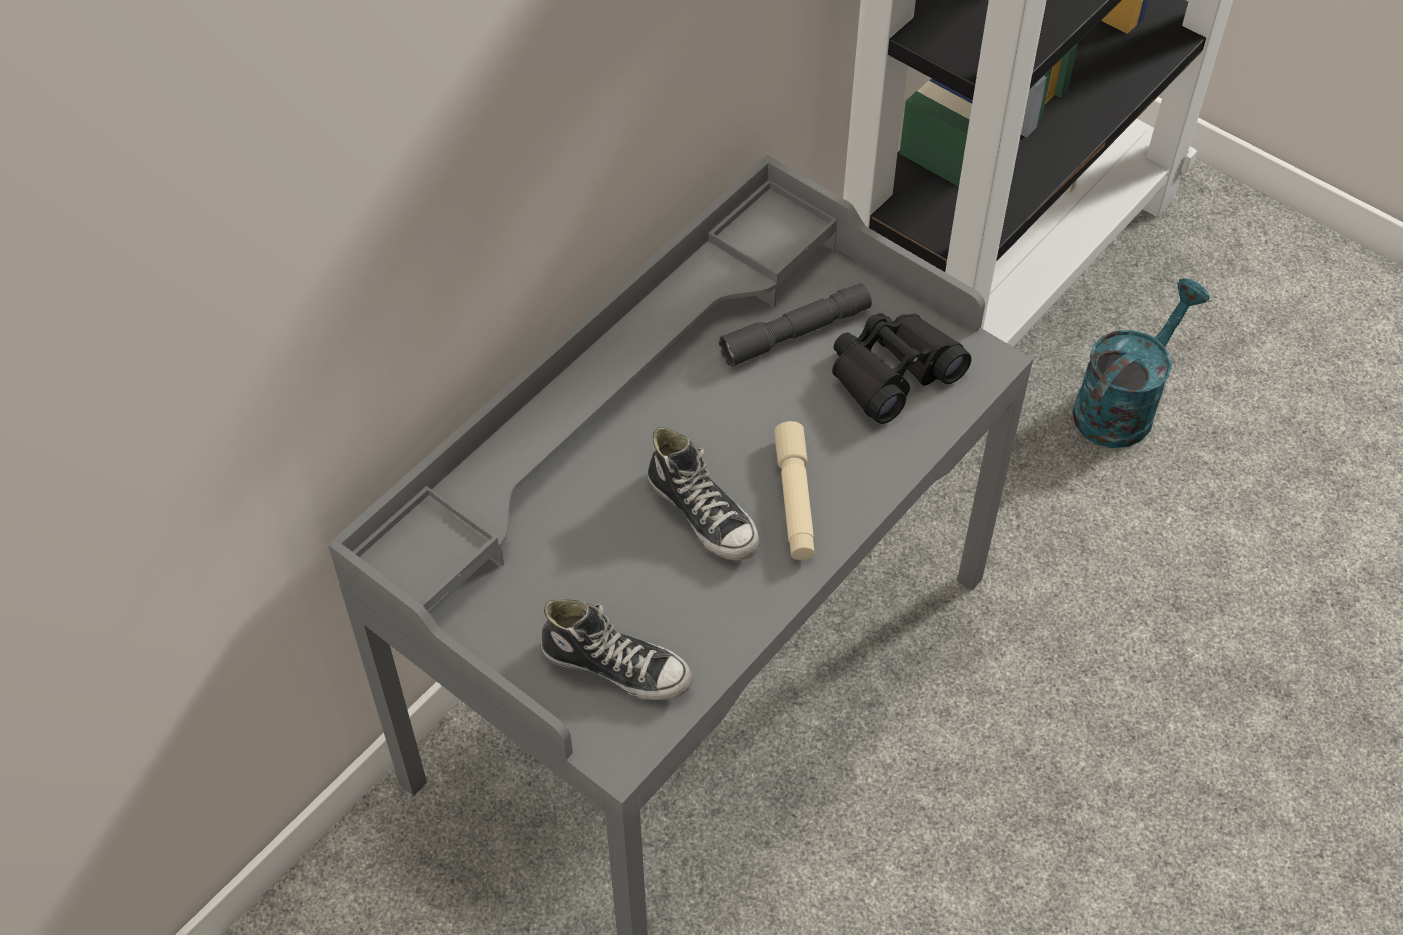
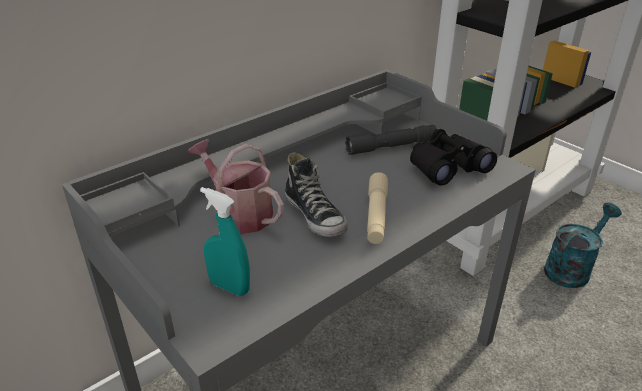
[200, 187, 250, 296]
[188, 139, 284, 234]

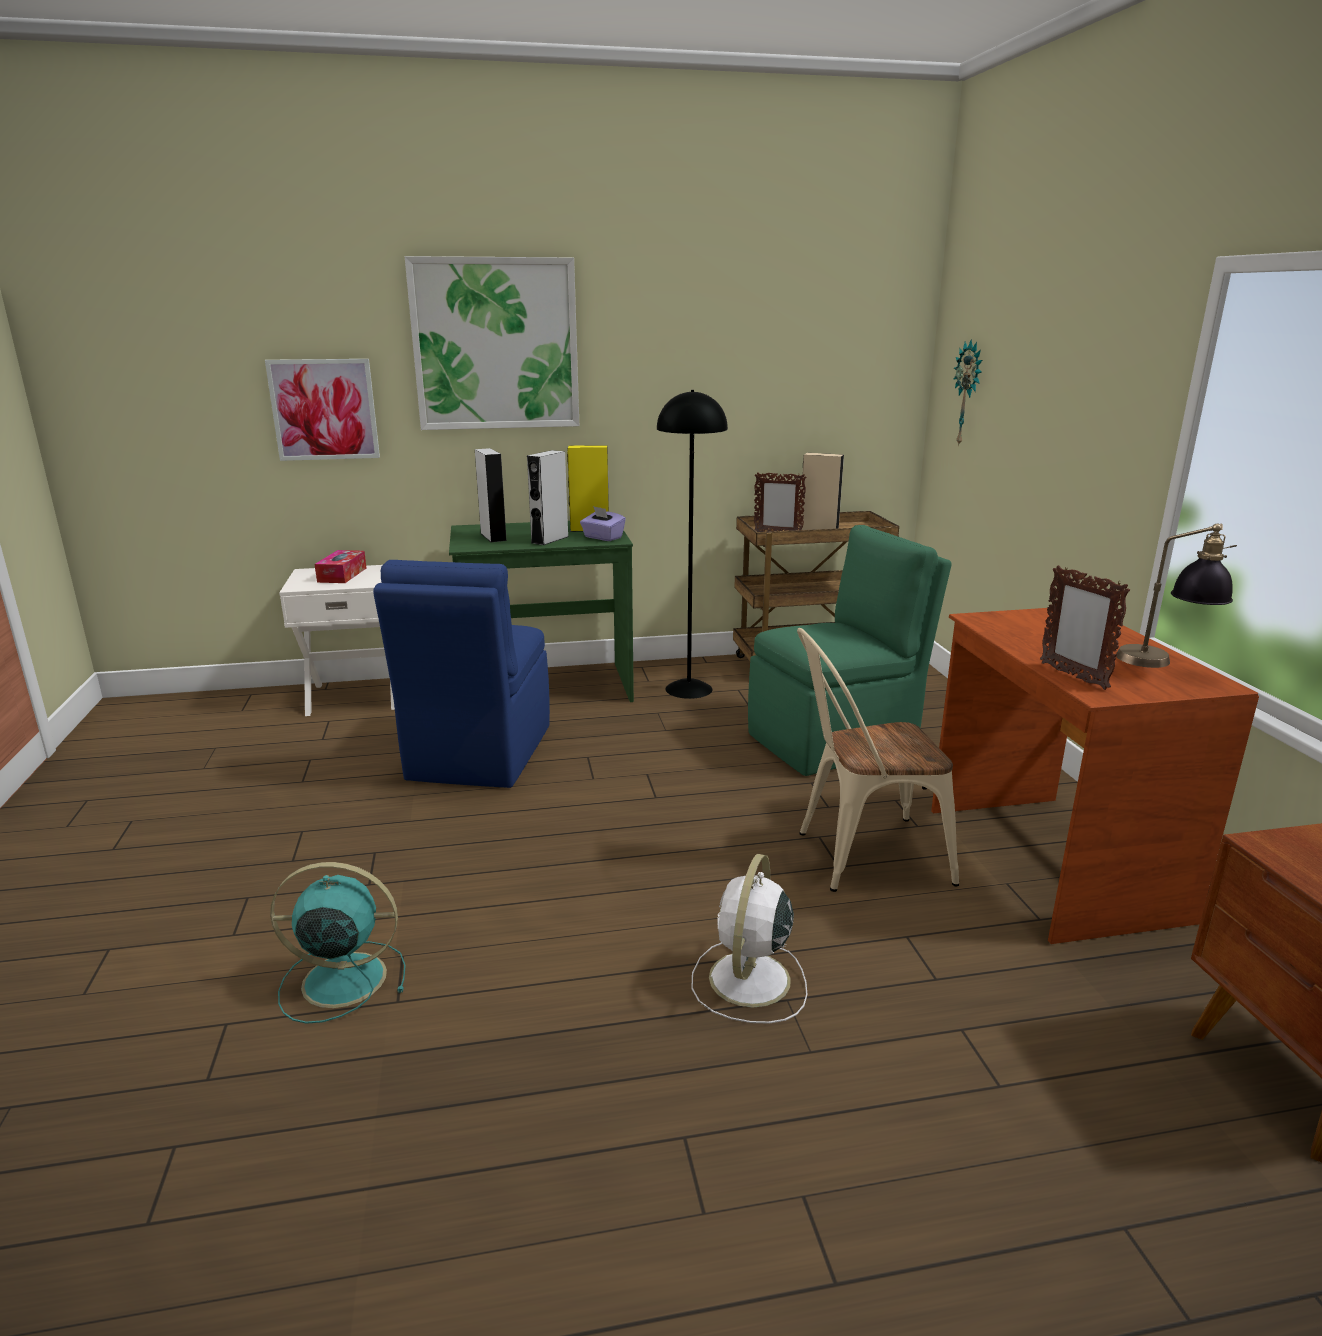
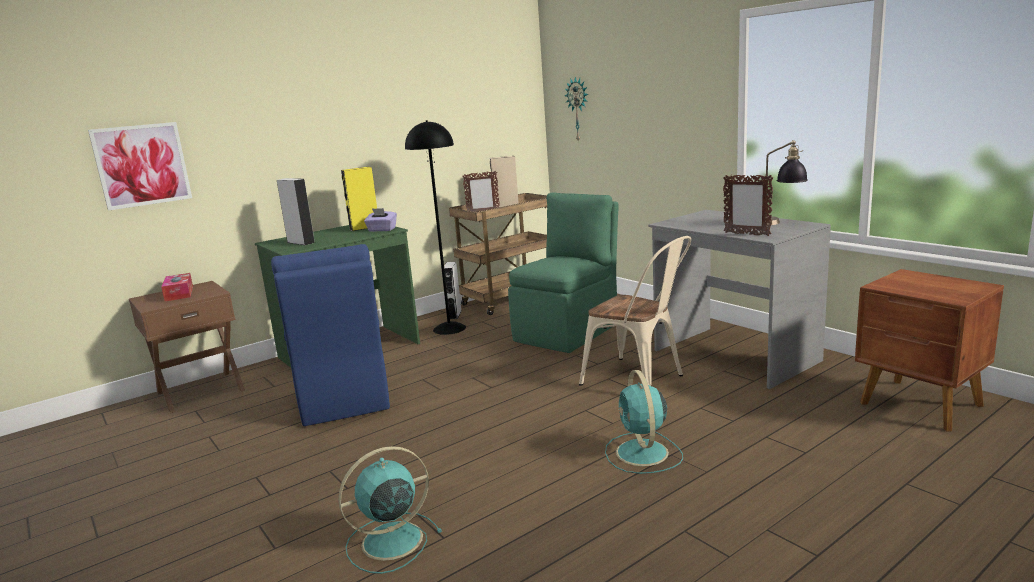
[129, 281, 245, 413]
[405, 256, 579, 430] (first image)
[444, 262, 461, 319]
[605, 370, 683, 474]
[579, 236, 691, 386]
[648, 210, 831, 389]

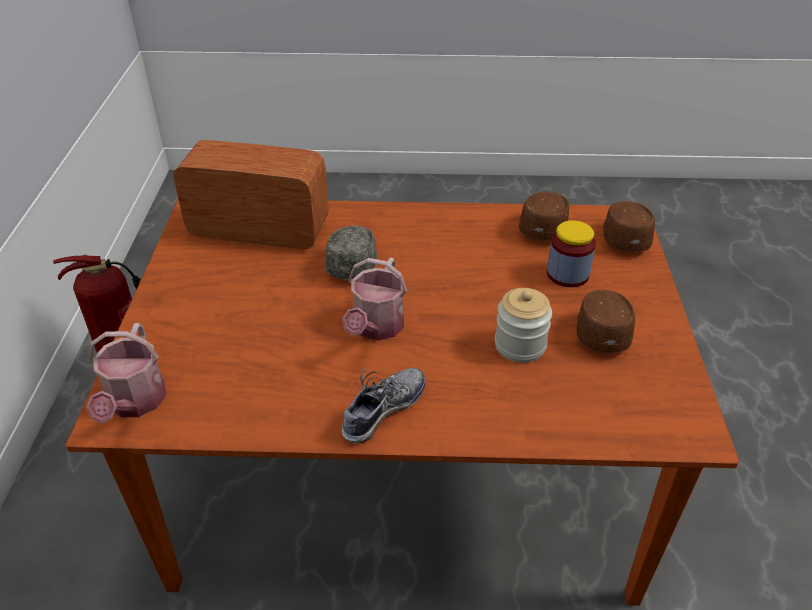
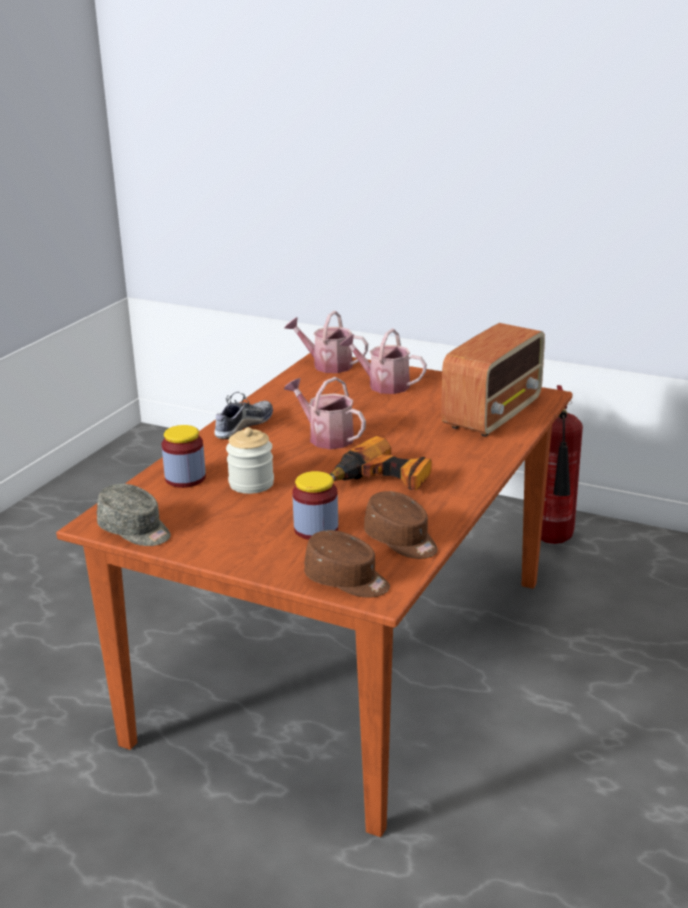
[97, 484, 171, 546]
[214, 392, 273, 439]
[577, 290, 635, 354] (first image)
[162, 425, 206, 488]
[330, 436, 432, 490]
[339, 329, 427, 394]

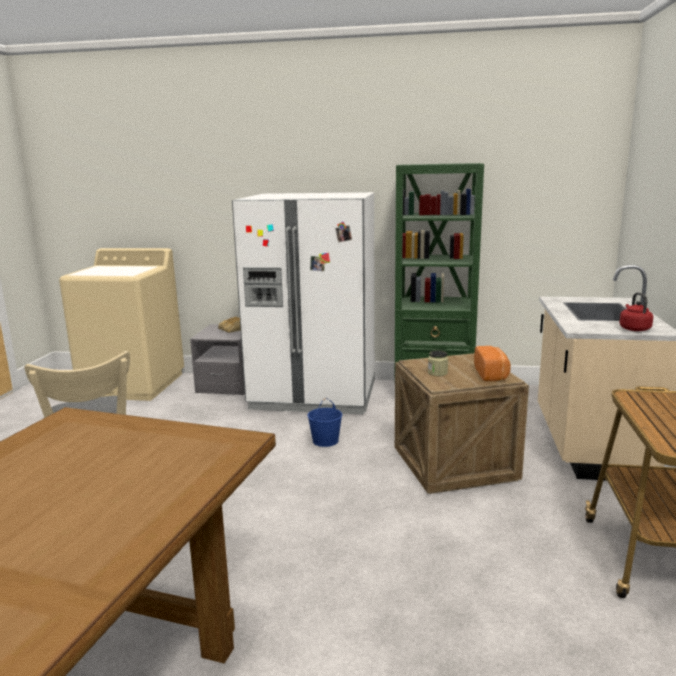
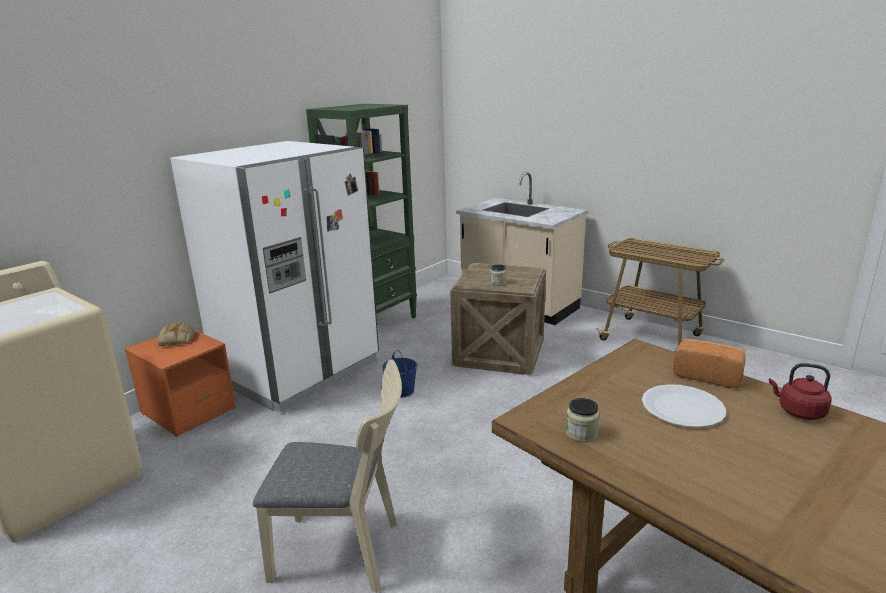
[125, 330, 236, 437]
[673, 339, 746, 388]
[769, 363, 832, 420]
[566, 398, 599, 442]
[642, 384, 726, 428]

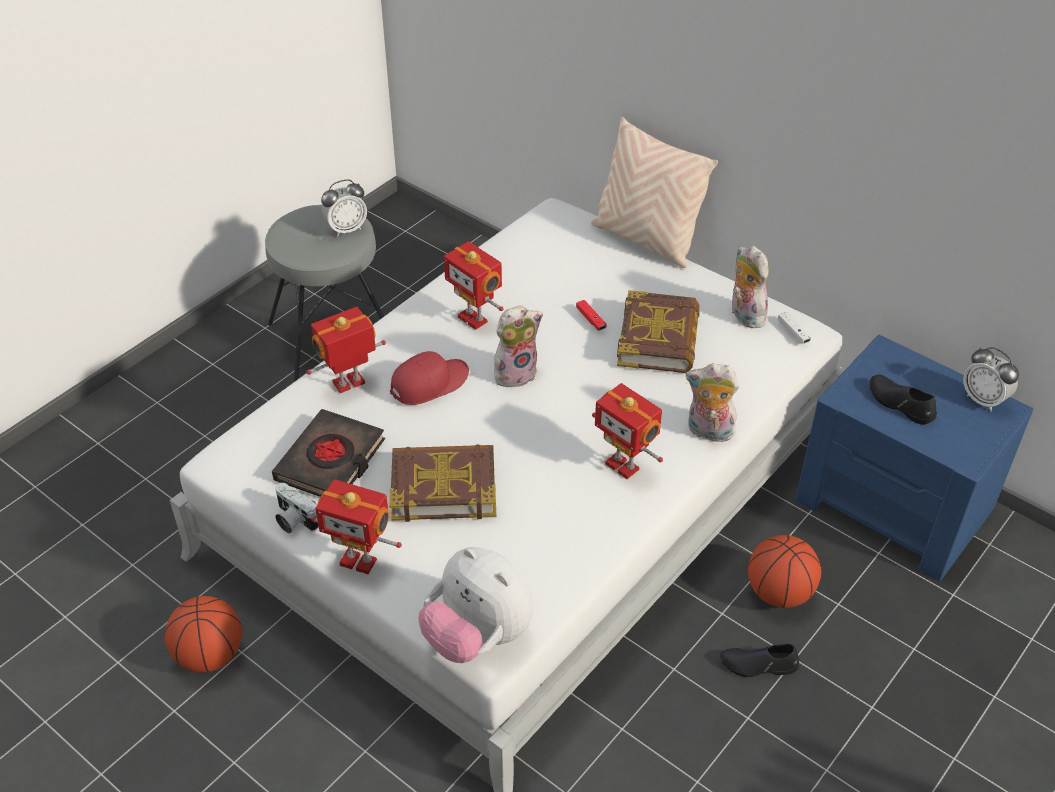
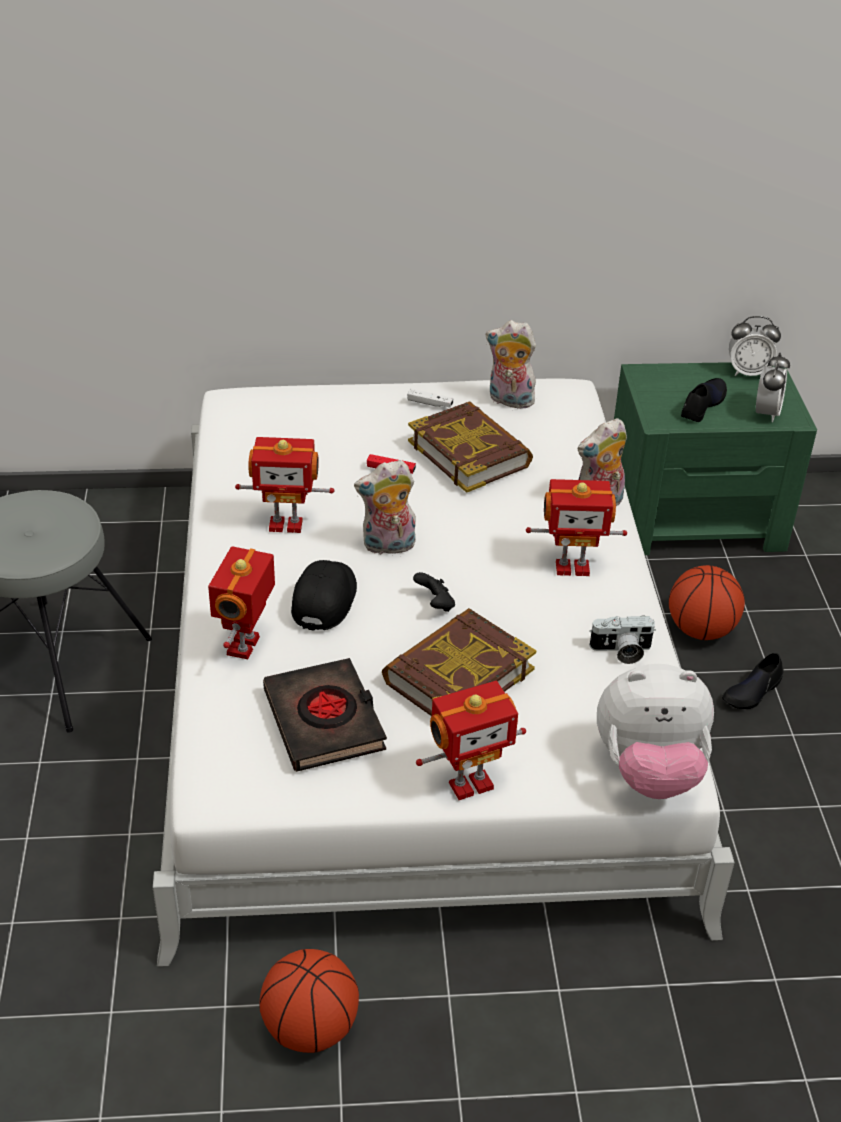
[589, 615, 656, 664]
[756, 352, 790, 422]
[291, 560, 357, 631]
[354, 460, 416, 555]
[591, 117, 718, 268] (first image)
[407, 389, 453, 408]
[614, 362, 817, 555]
[681, 378, 727, 422]
[413, 572, 455, 612]

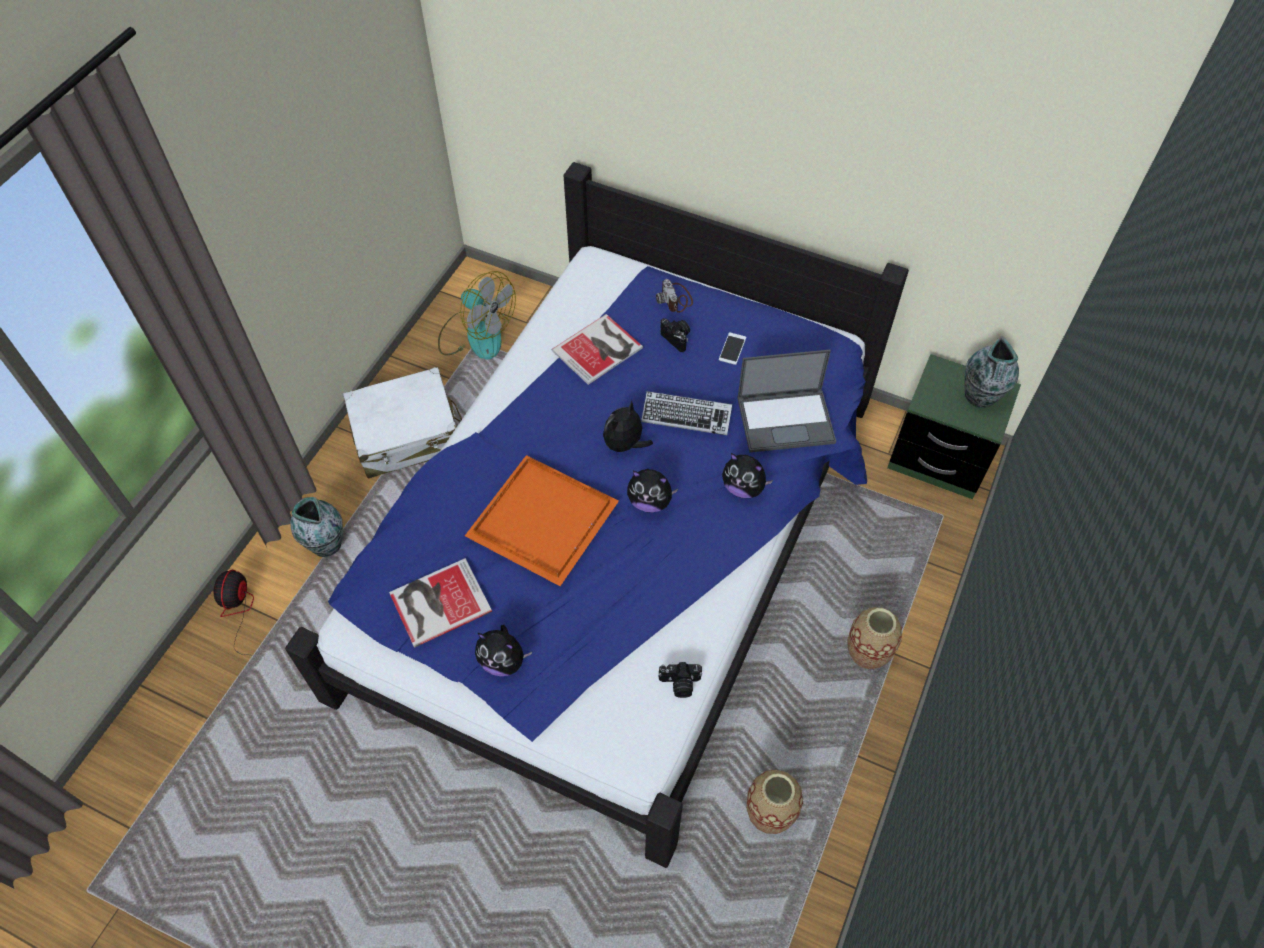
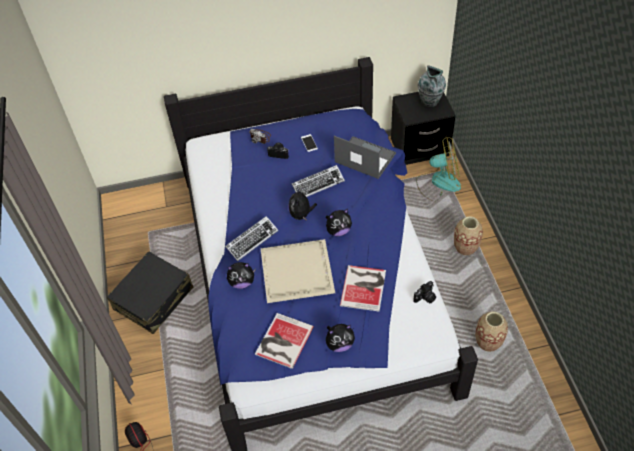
[290, 497, 343, 557] (first image)
[107, 251, 193, 334]
[416, 137, 461, 201]
[260, 239, 335, 303]
[340, 265, 386, 312]
[227, 262, 256, 289]
[334, 136, 396, 179]
[391, 92, 456, 165]
[225, 216, 278, 261]

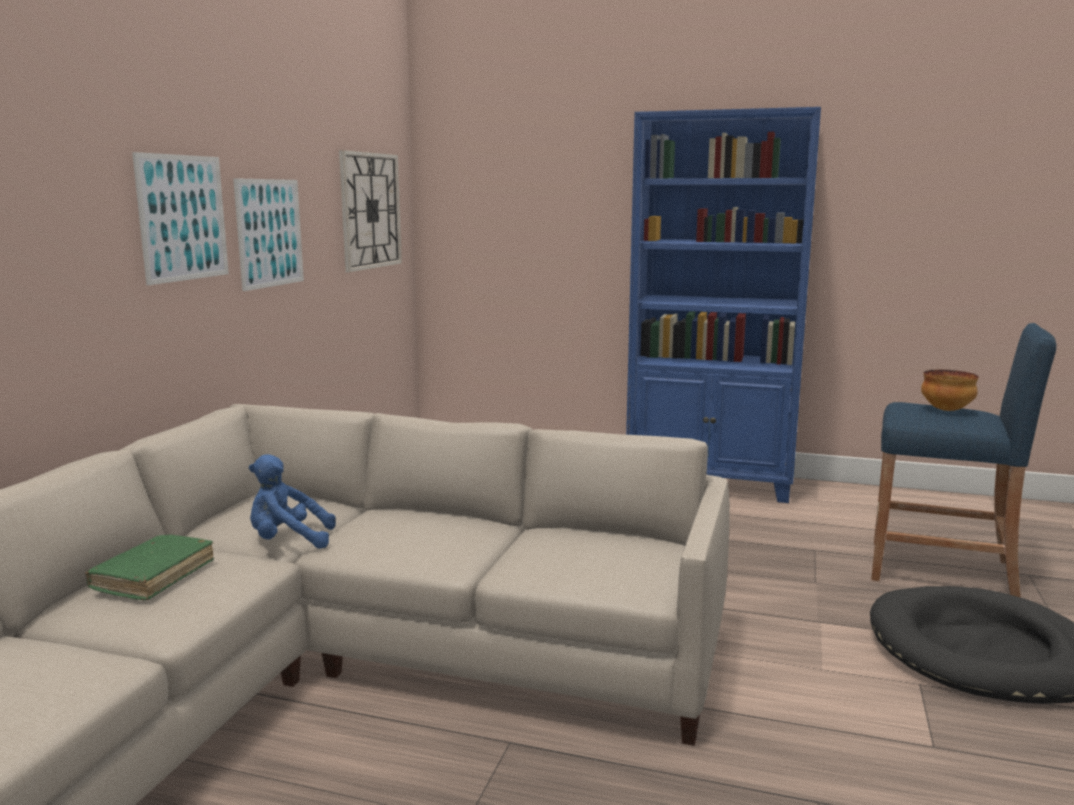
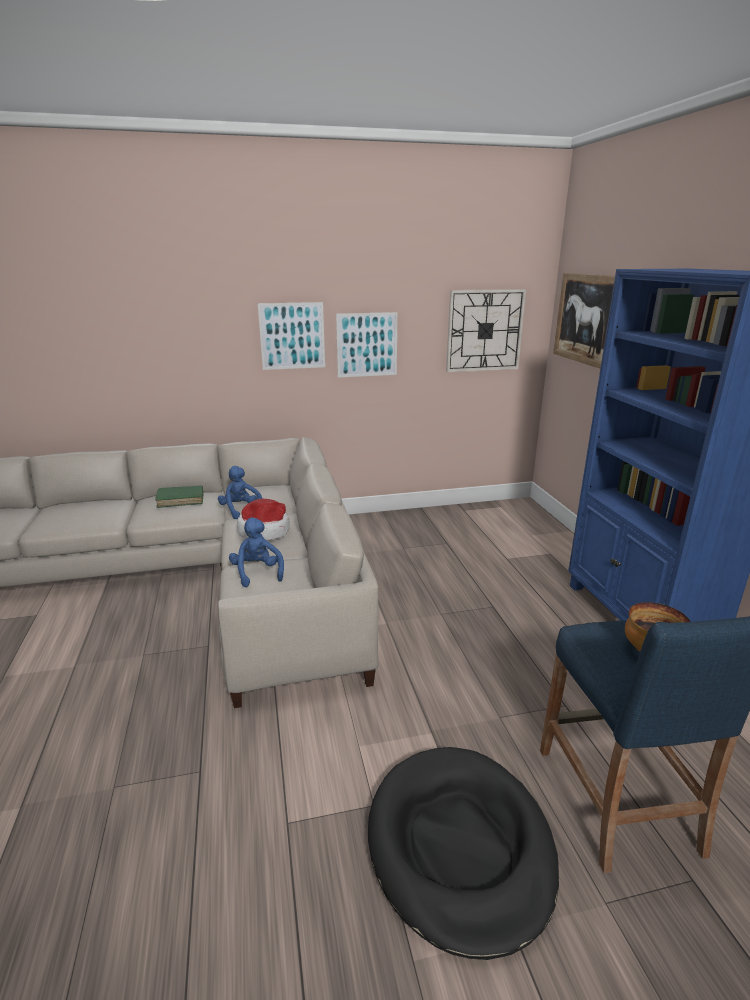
[229, 517, 284, 587]
[237, 499, 290, 540]
[553, 273, 615, 368]

